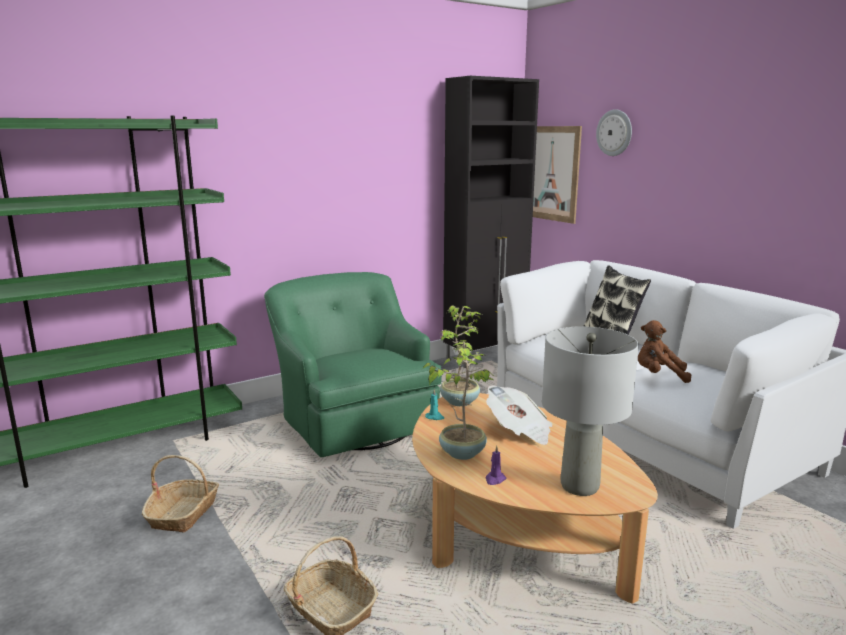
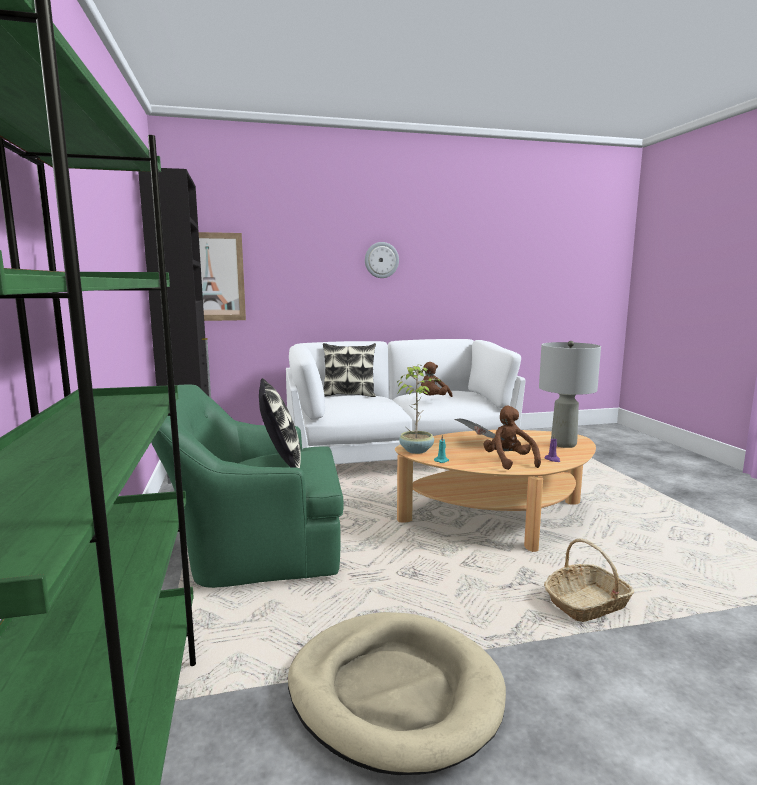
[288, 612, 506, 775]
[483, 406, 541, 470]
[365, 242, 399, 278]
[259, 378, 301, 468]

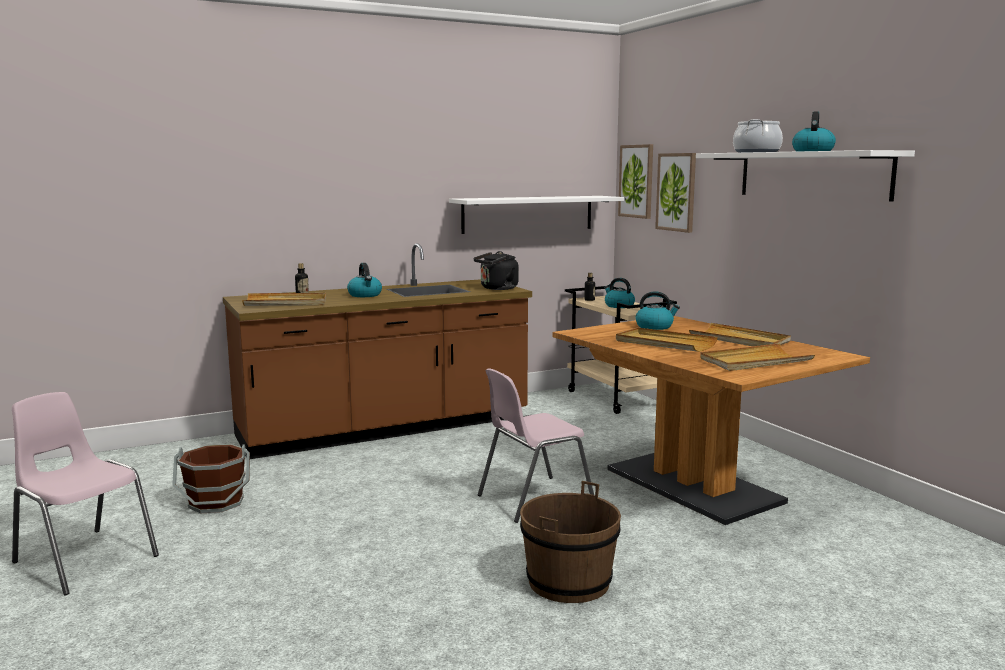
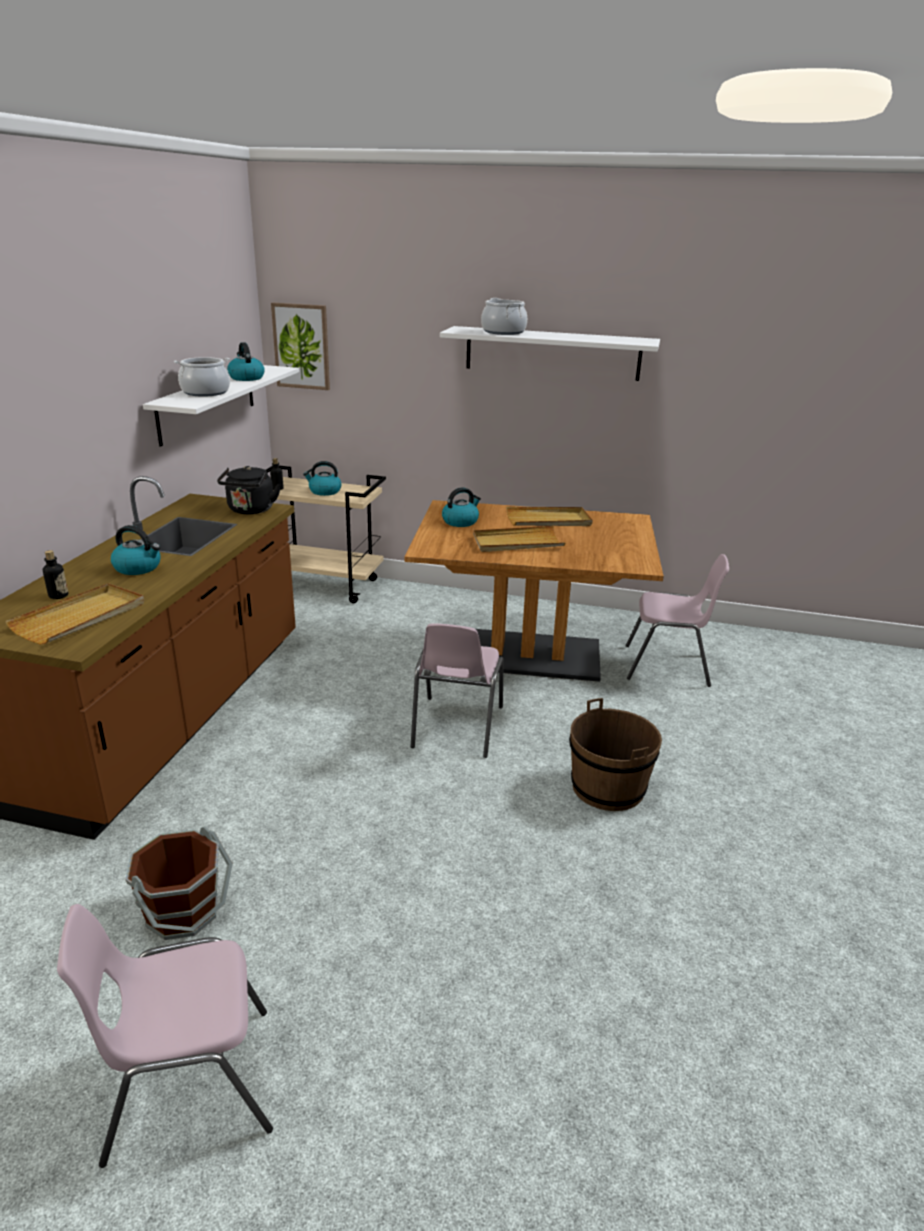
[655, 153, 696, 233] (first image)
[700, 343, 815, 371] (first image)
[227, 342, 265, 381]
[174, 357, 230, 397]
[626, 554, 729, 687]

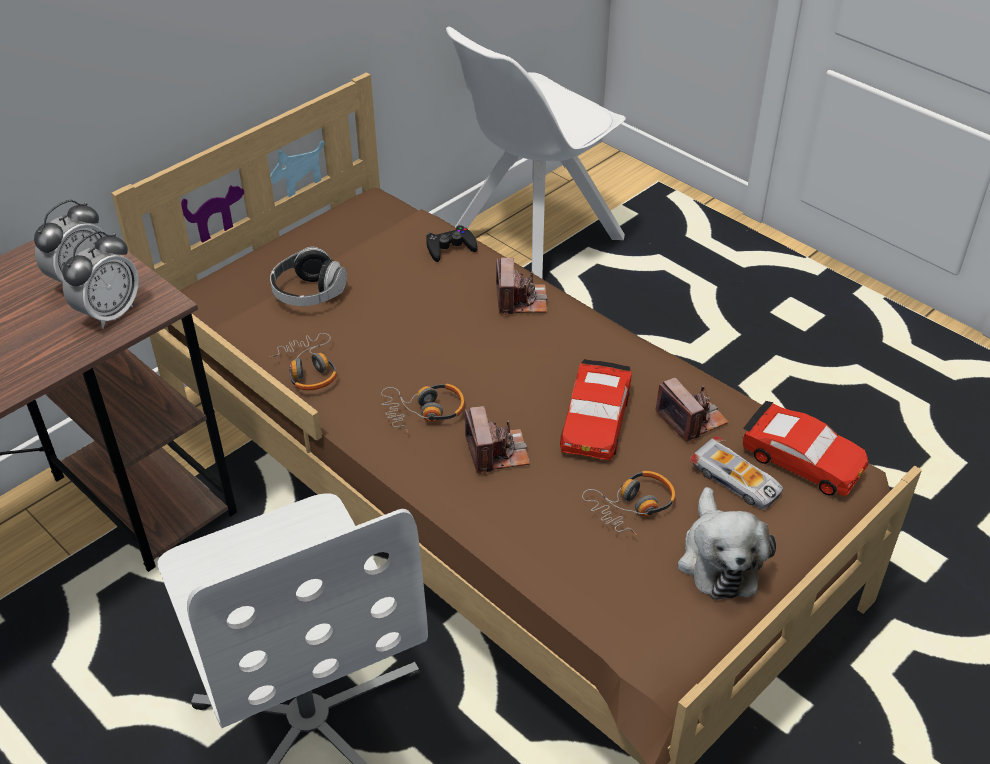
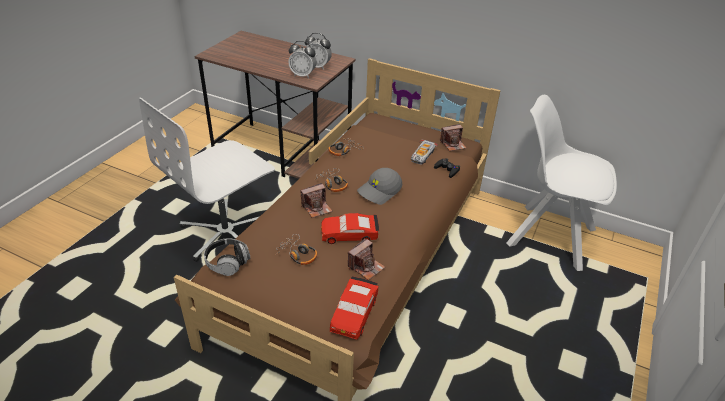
[204, 238, 250, 276]
[440, 124, 467, 151]
[677, 487, 776, 600] (first image)
[411, 140, 438, 165]
[357, 168, 402, 205]

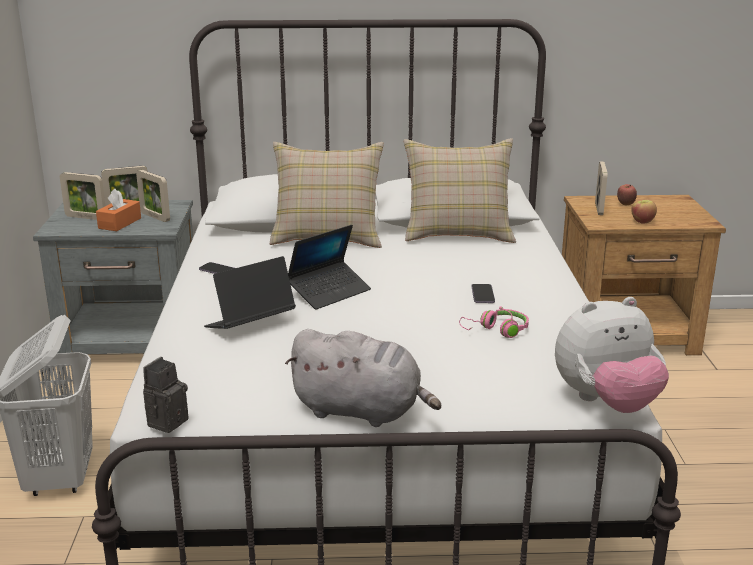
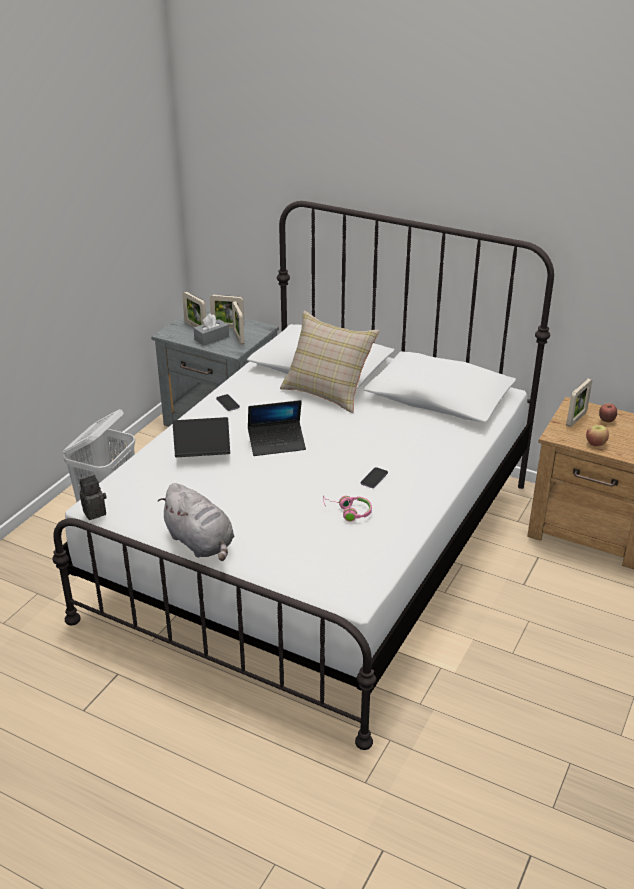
[194, 314, 229, 346]
[403, 138, 516, 243] (first image)
[555, 297, 669, 413] (first image)

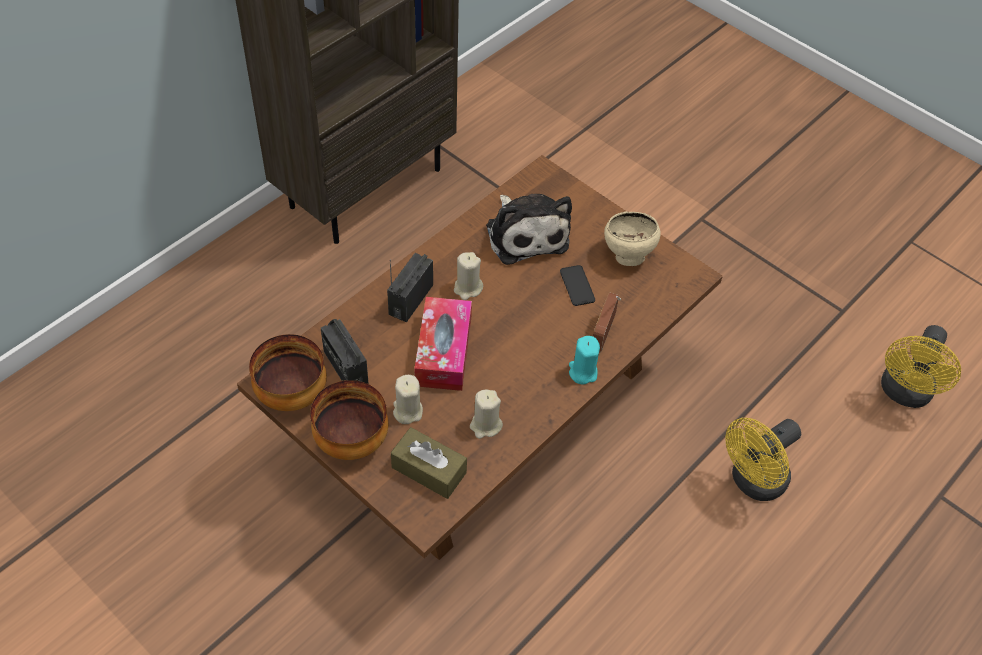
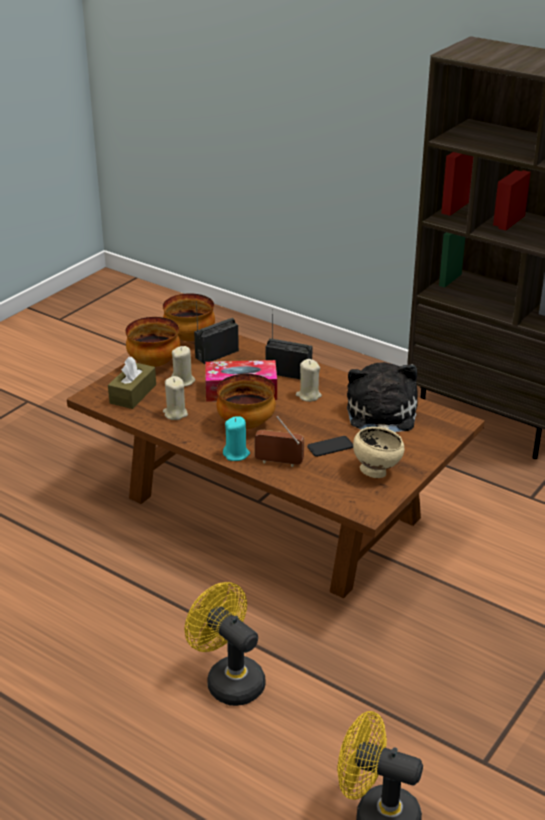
[347, 362, 418, 432]
[217, 374, 276, 429]

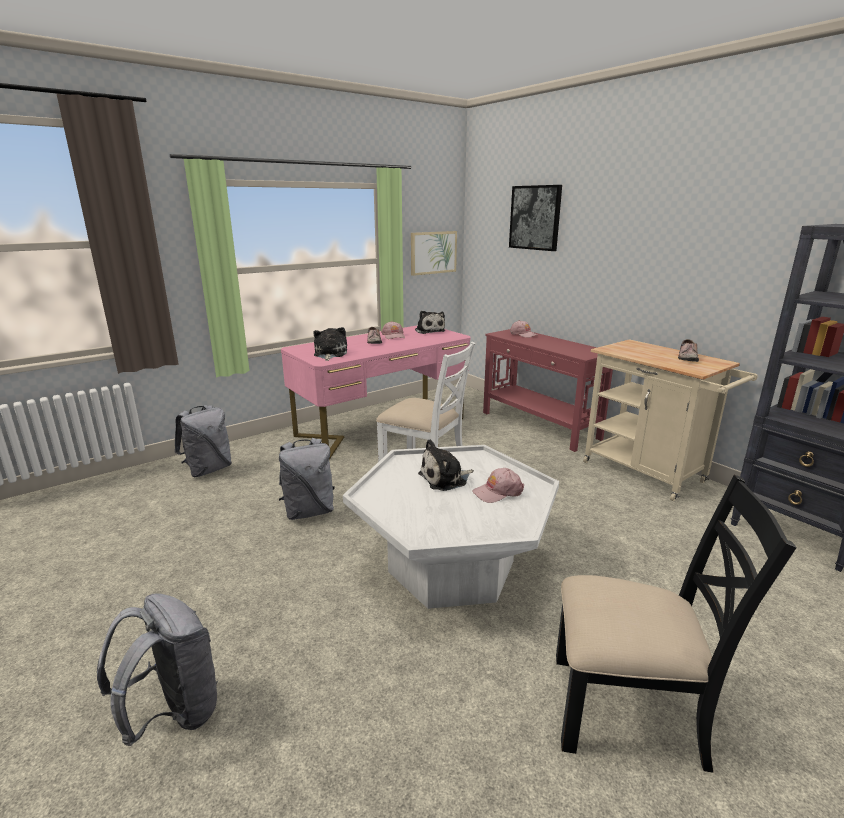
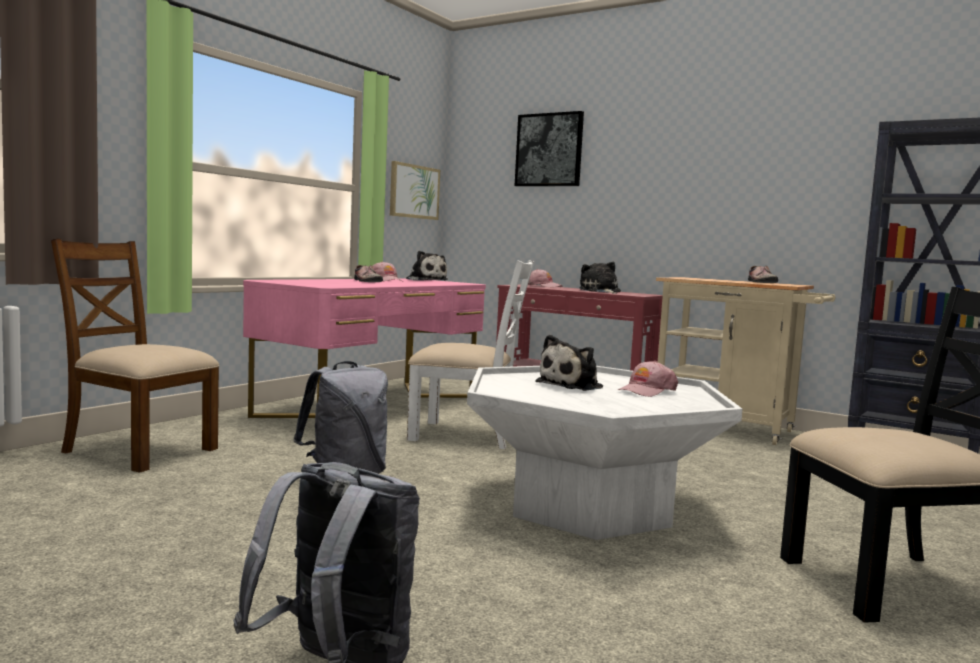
[51, 238, 219, 473]
[579, 262, 621, 294]

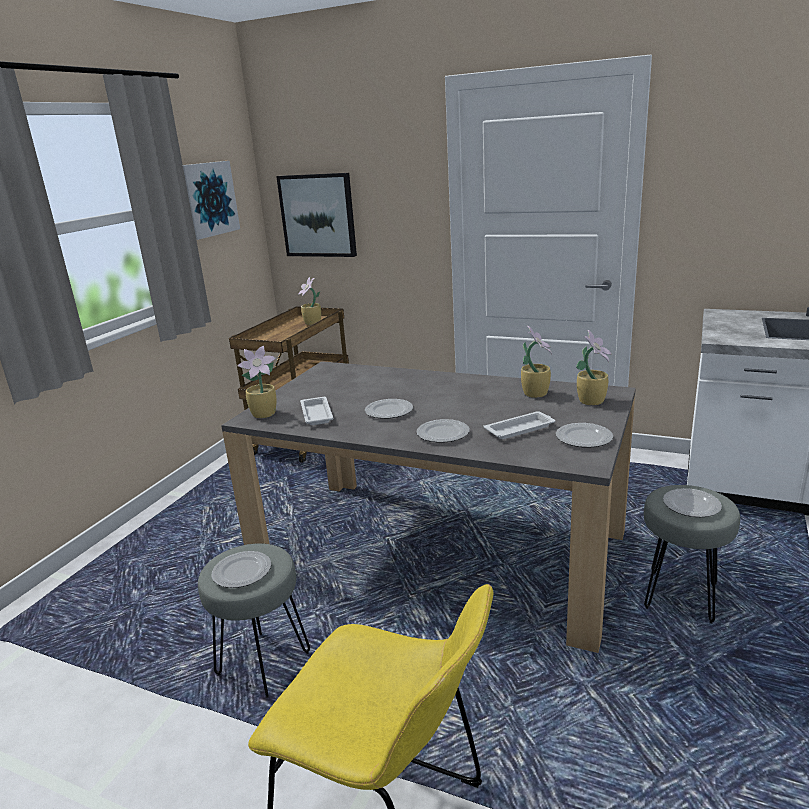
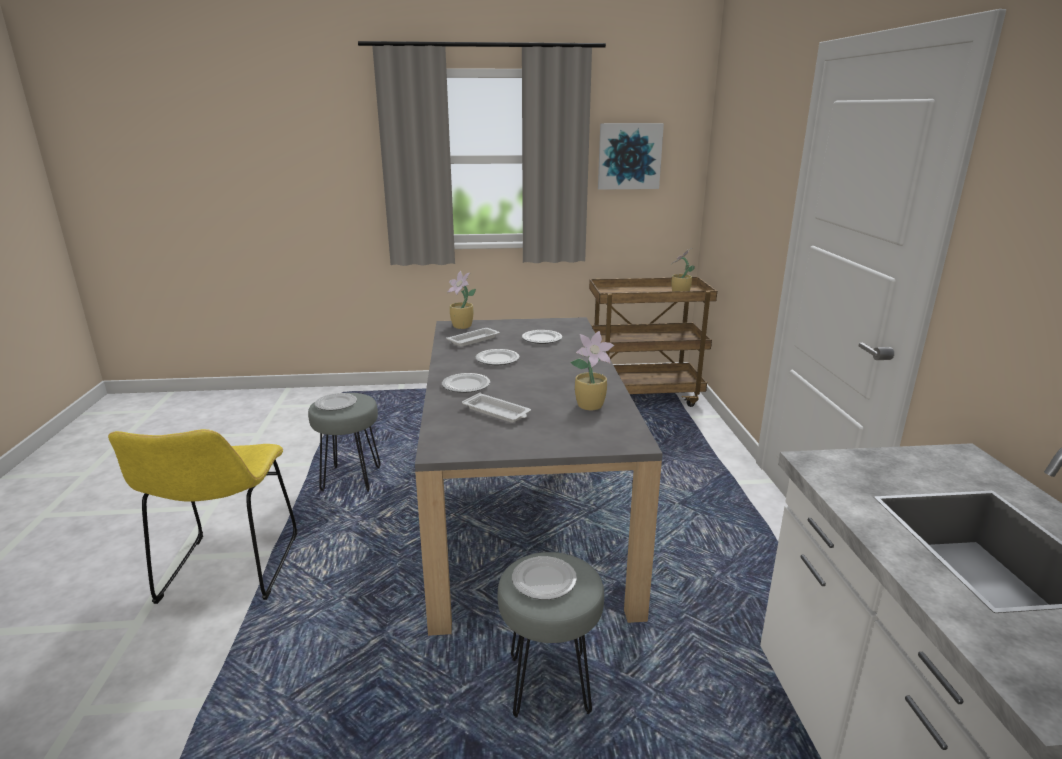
[276, 173, 357, 257] (first image)
[522, 330, 562, 344]
[576, 330, 612, 405] (first image)

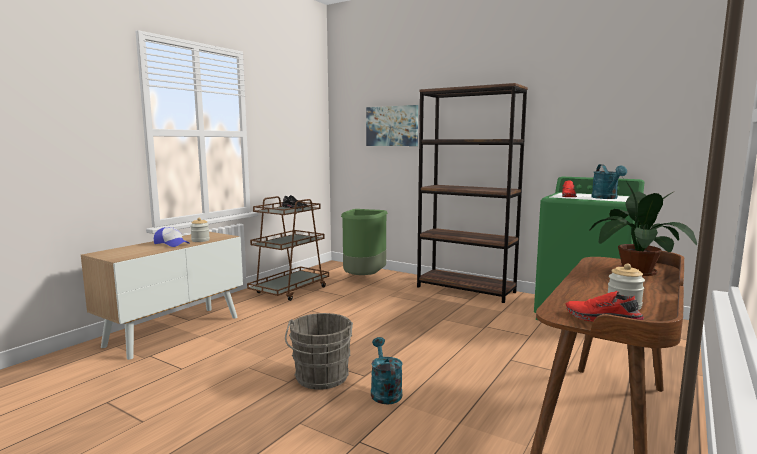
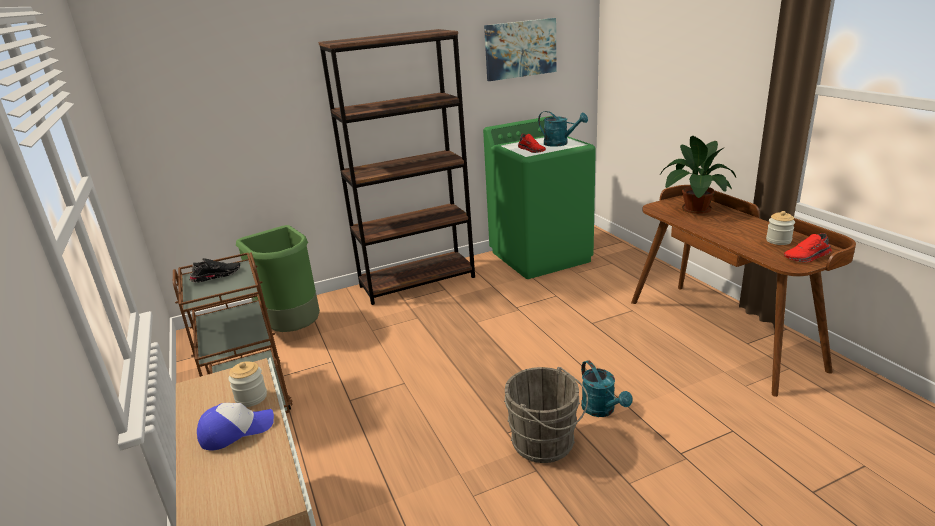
[484, 18, 556, 81]
[581, 360, 633, 417]

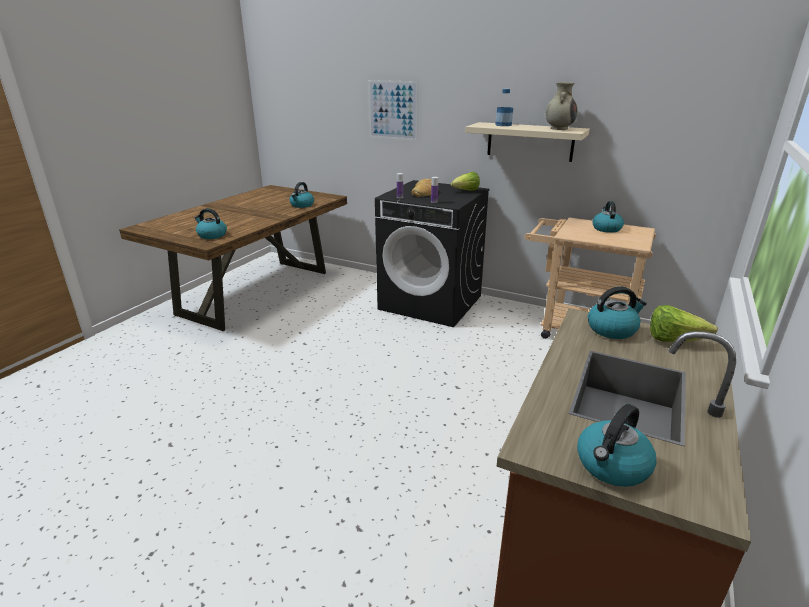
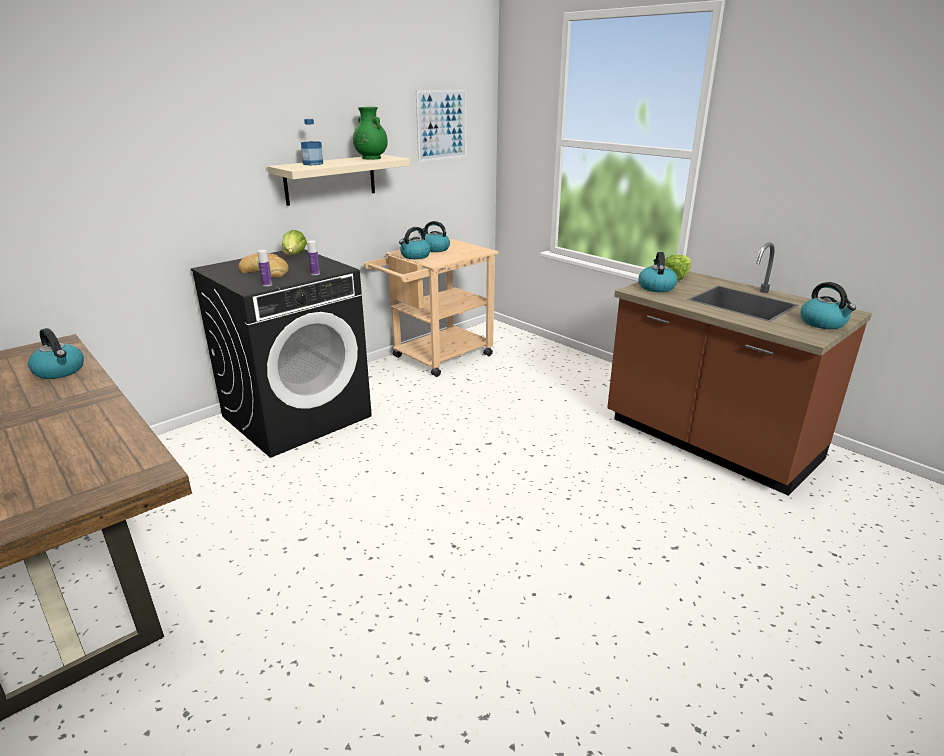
[399, 227, 431, 259]
[416, 89, 466, 162]
[353, 107, 388, 160]

